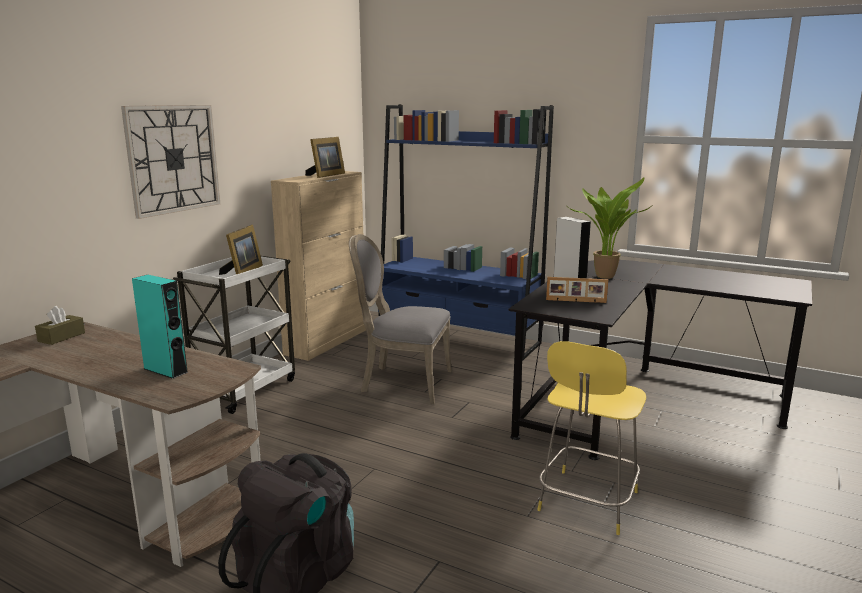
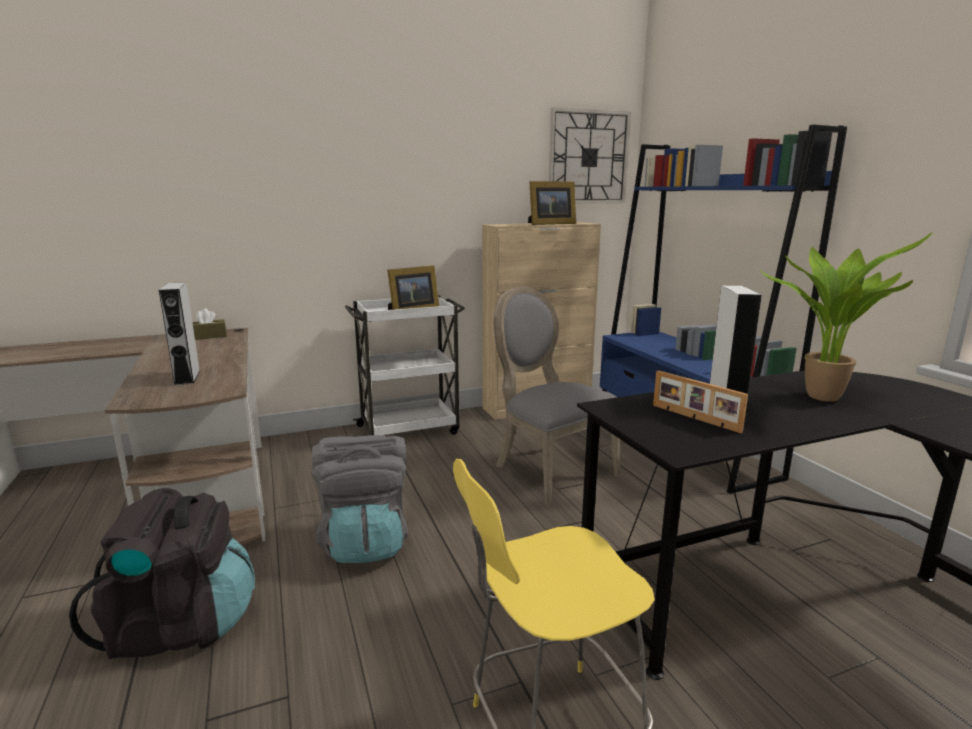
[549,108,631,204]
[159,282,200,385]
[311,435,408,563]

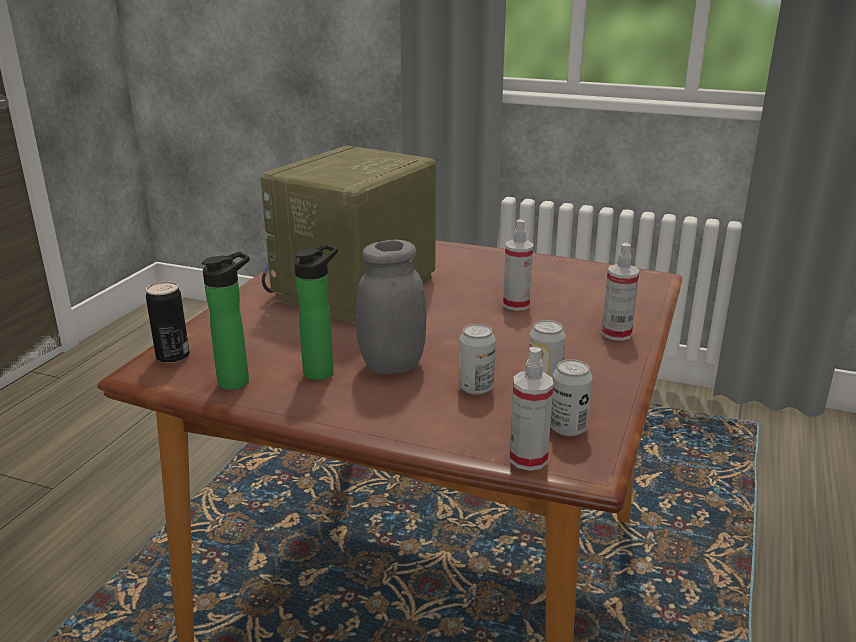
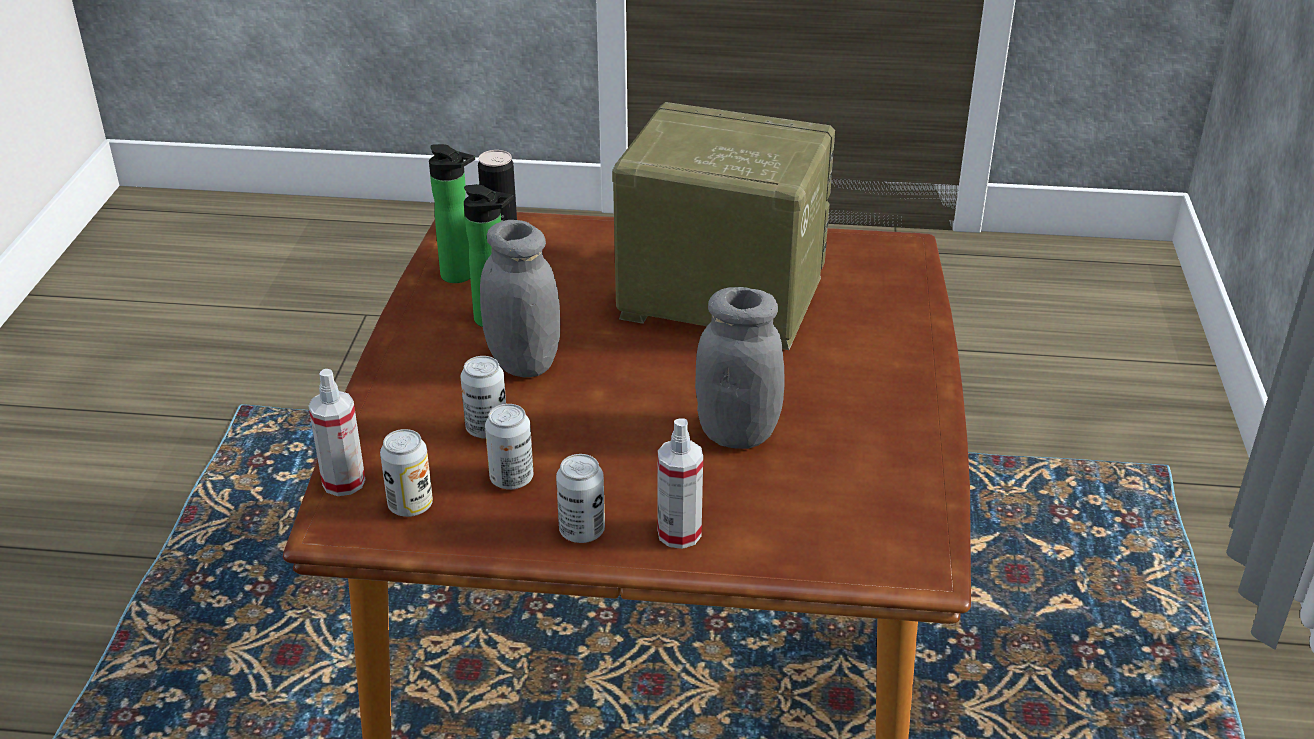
[695,287,785,449]
[556,454,605,543]

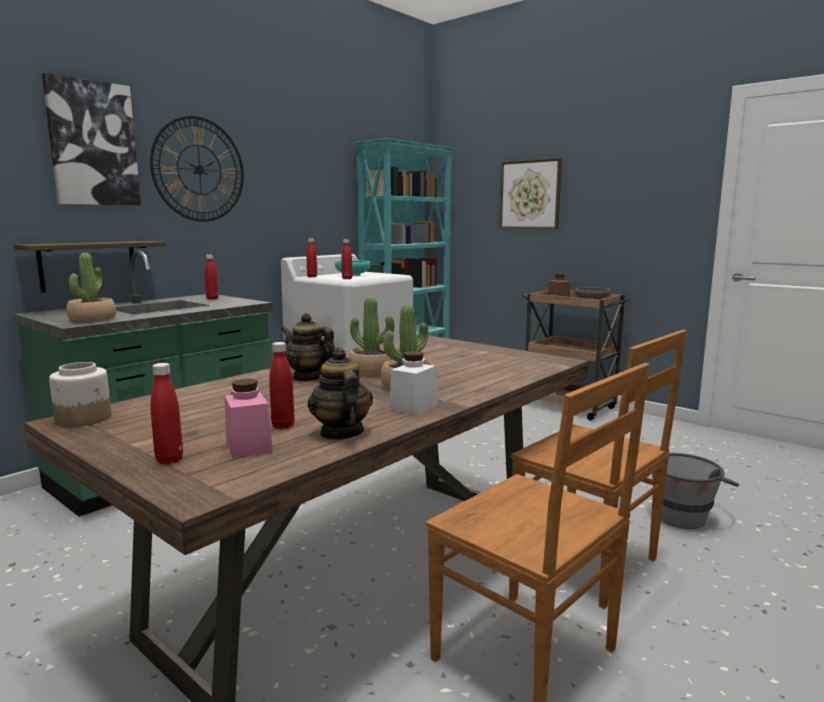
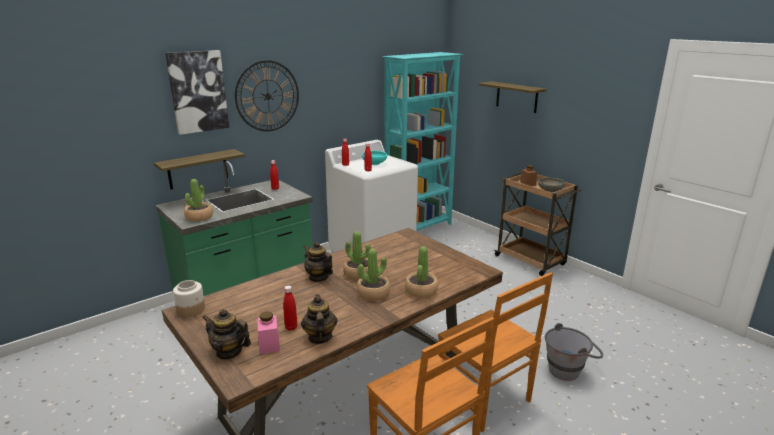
[478,81,547,113]
[390,351,437,415] (first image)
[202,309,251,360]
[405,246,438,298]

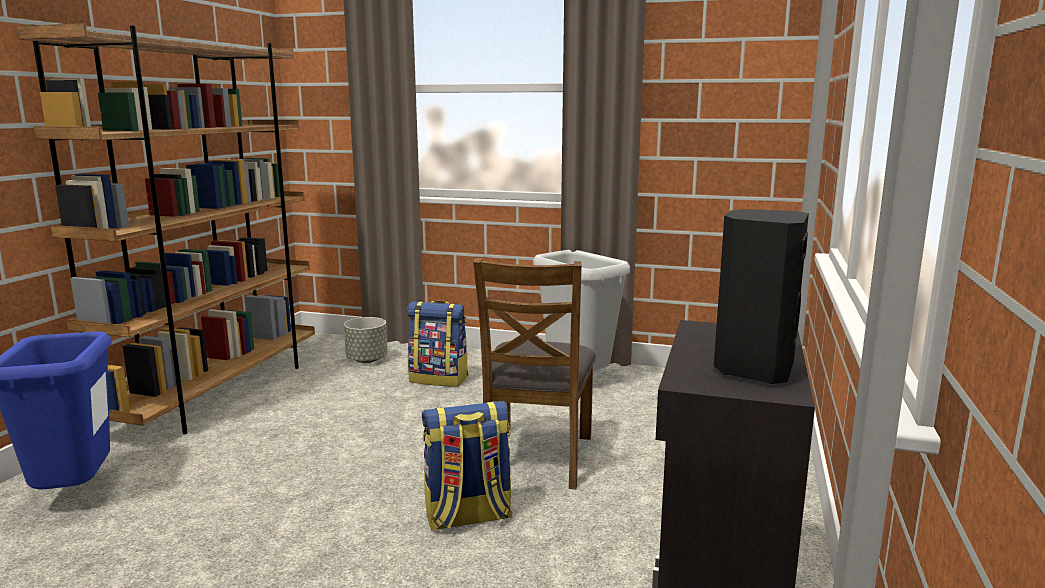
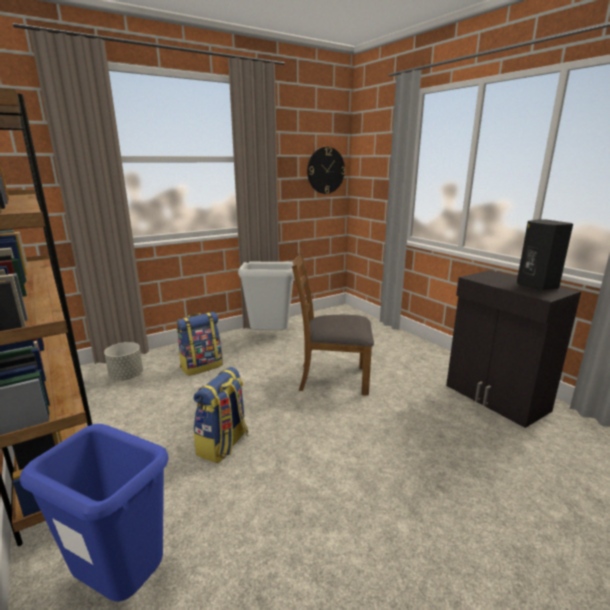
[292,252,374,396]
[193,367,248,463]
[307,147,345,194]

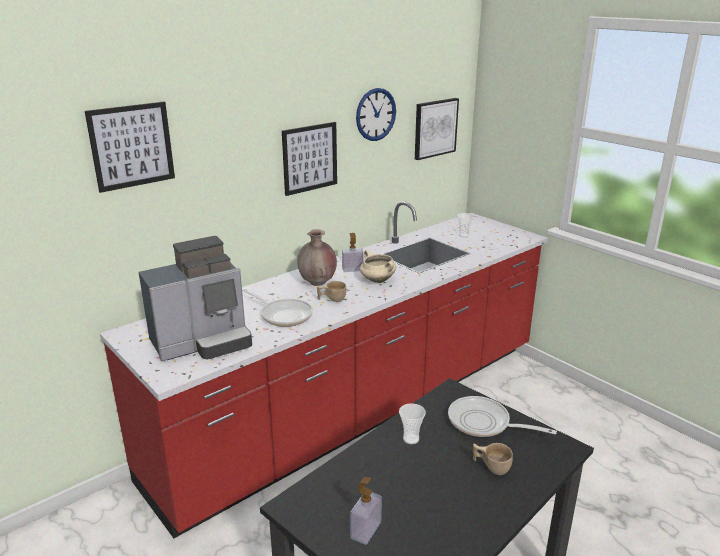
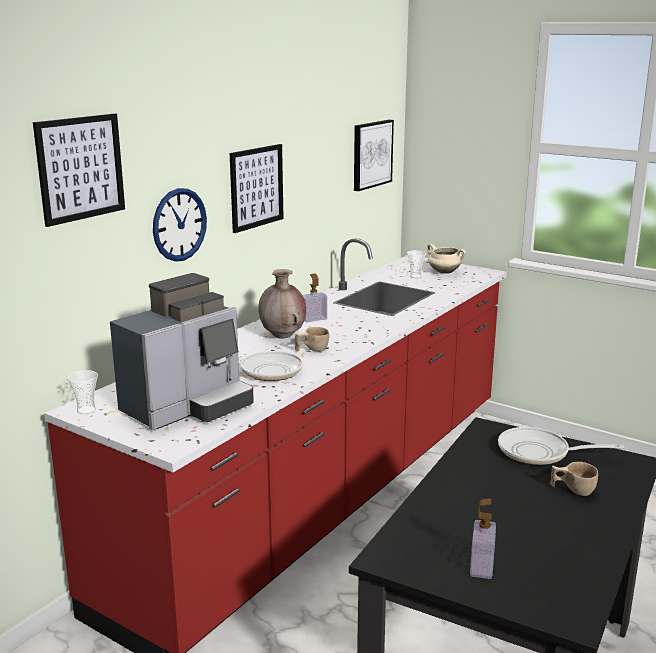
[153,188,207,262]
[427,244,466,274]
[67,370,98,414]

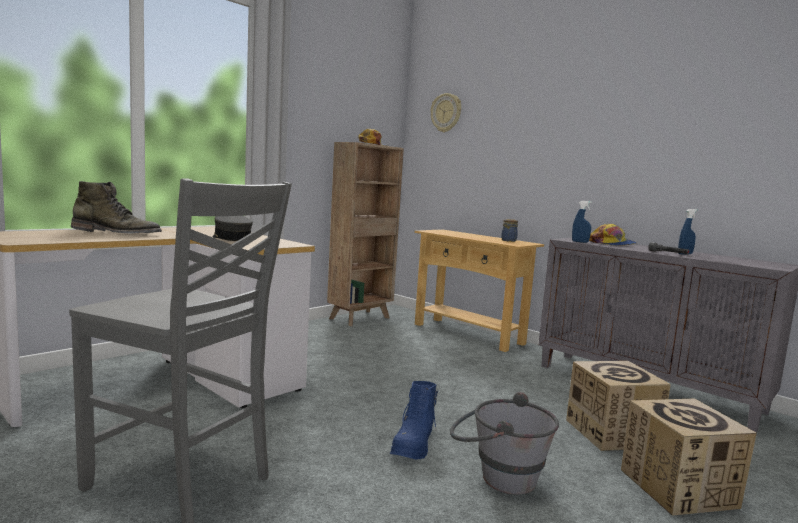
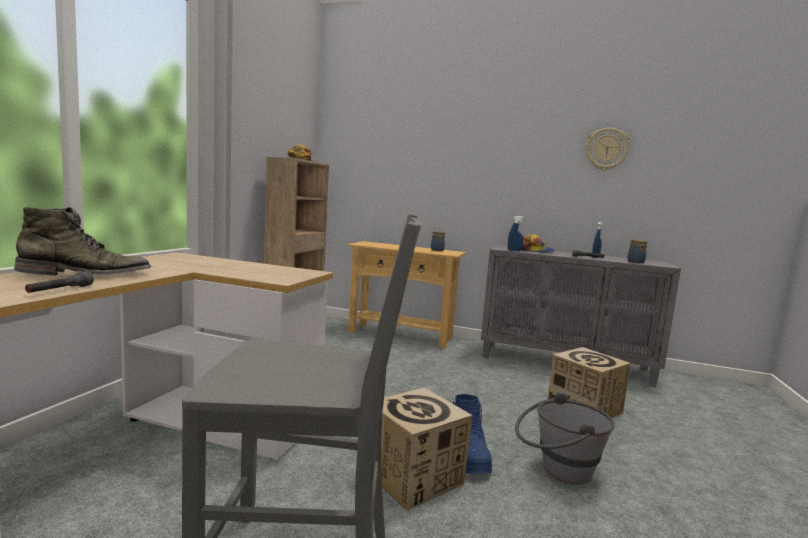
[585,128,630,170]
[212,216,253,241] (first image)
[381,388,473,511]
[627,240,647,263]
[25,271,94,293]

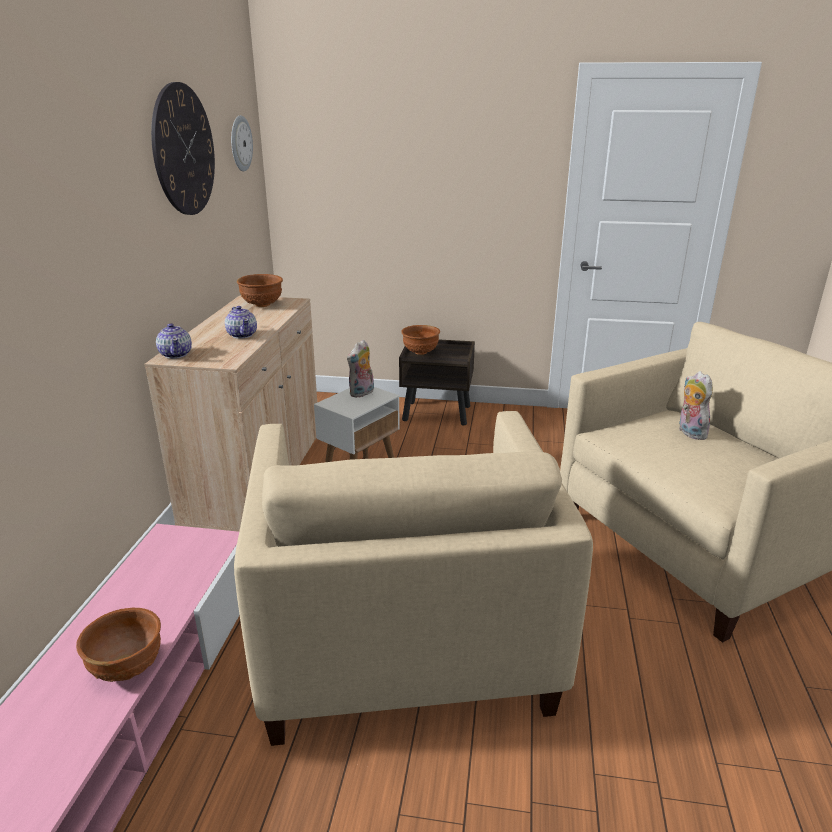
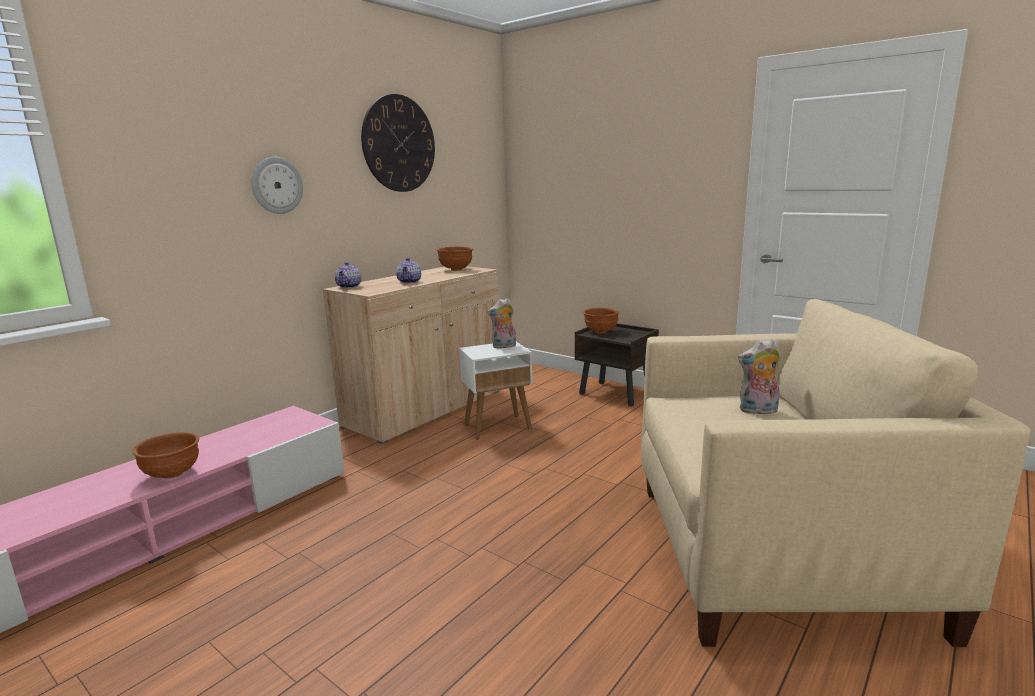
[252,157,303,214]
[738,339,780,414]
[234,411,593,746] (first image)

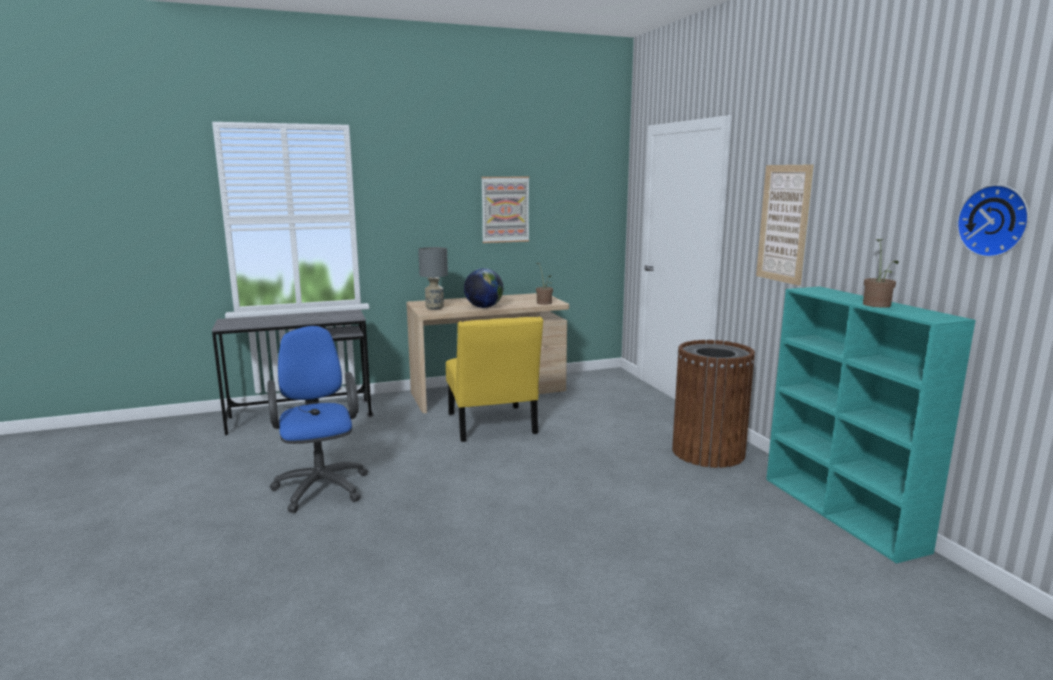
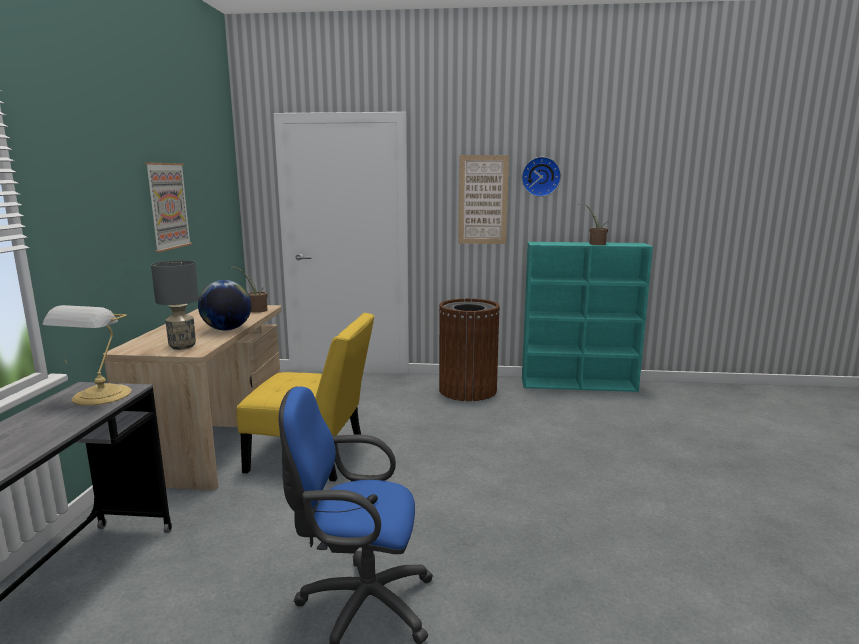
[522,157,561,197]
[42,305,132,406]

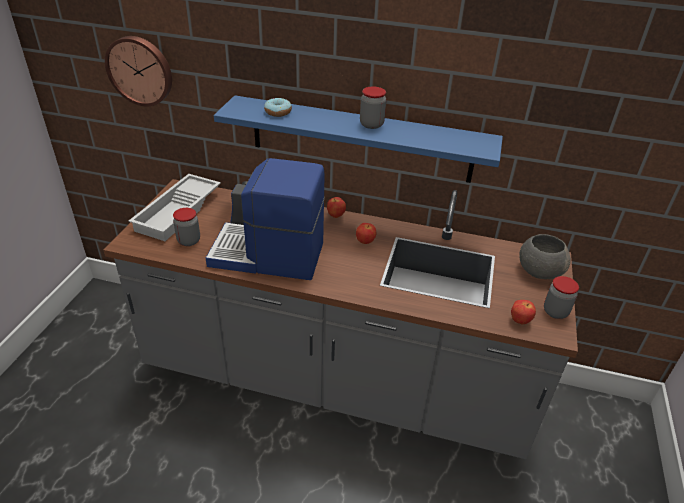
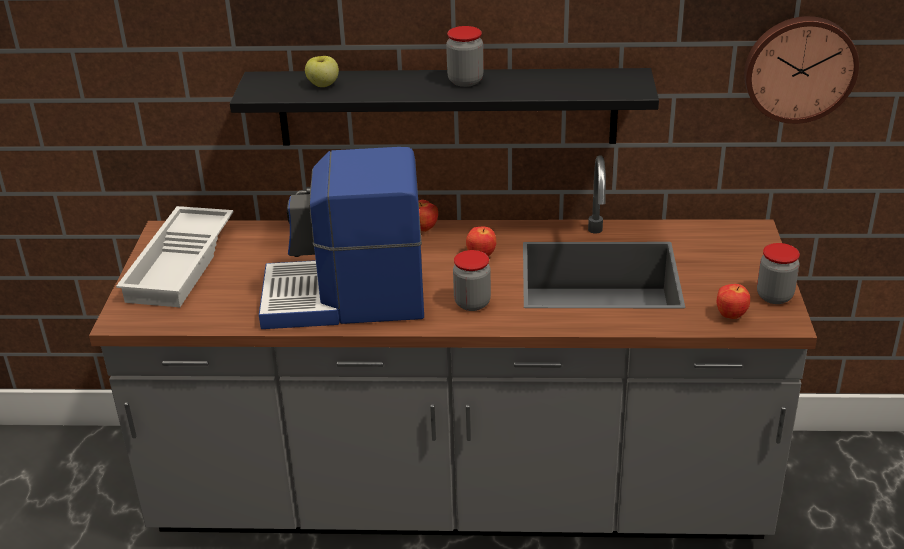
[744,16,859,124]
[230,68,659,146]
[305,56,339,87]
[453,250,491,311]
[519,234,571,279] (first image)

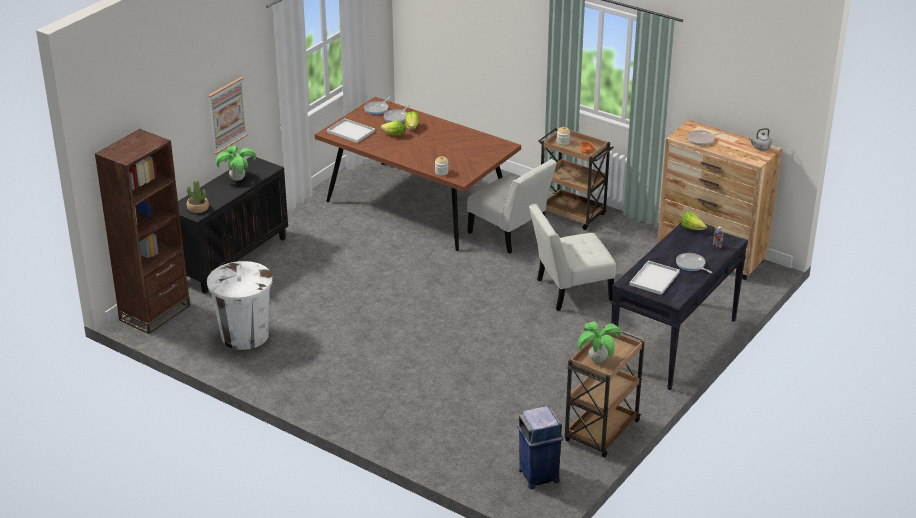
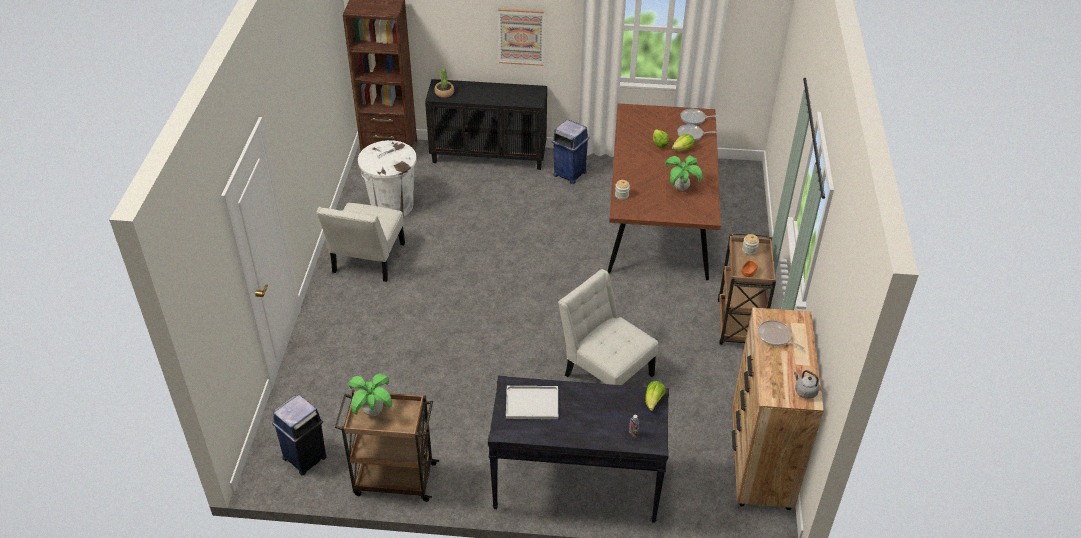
[327,119,375,143] (first image)
[665,156,703,191]
[316,203,405,282]
[676,253,712,273] (first image)
[552,120,589,184]

